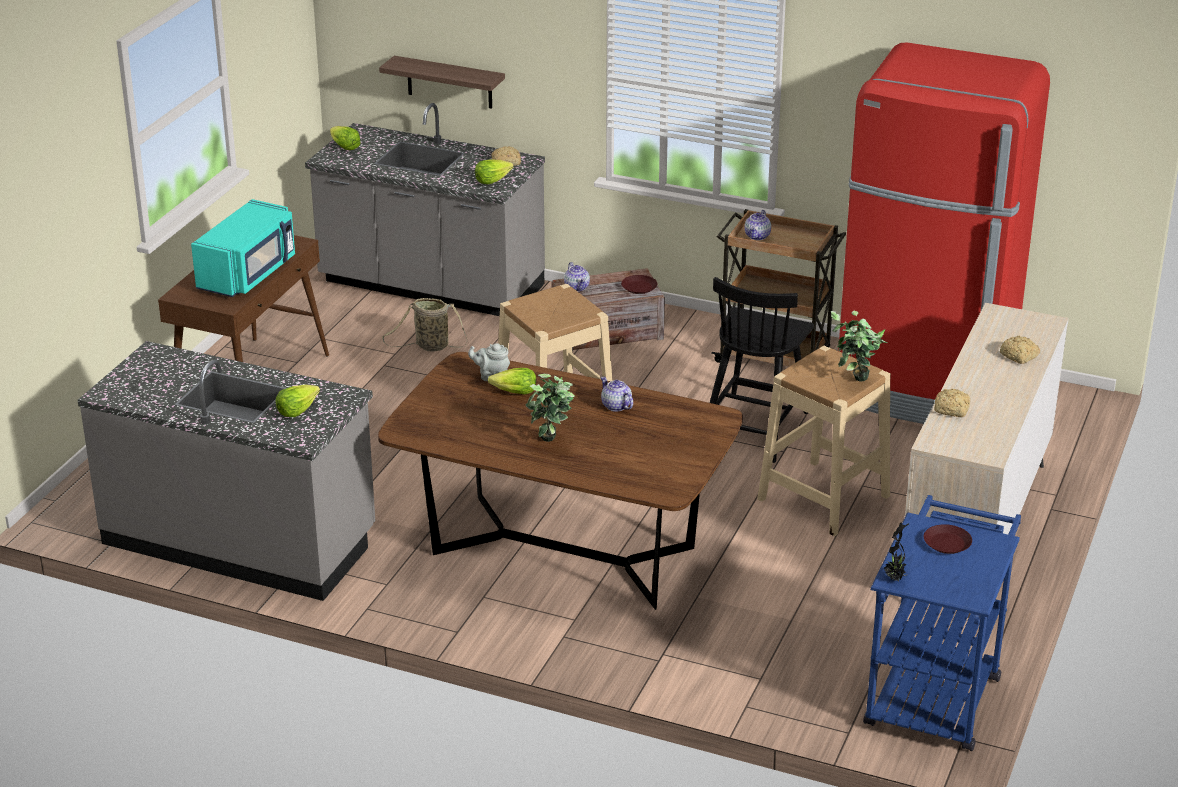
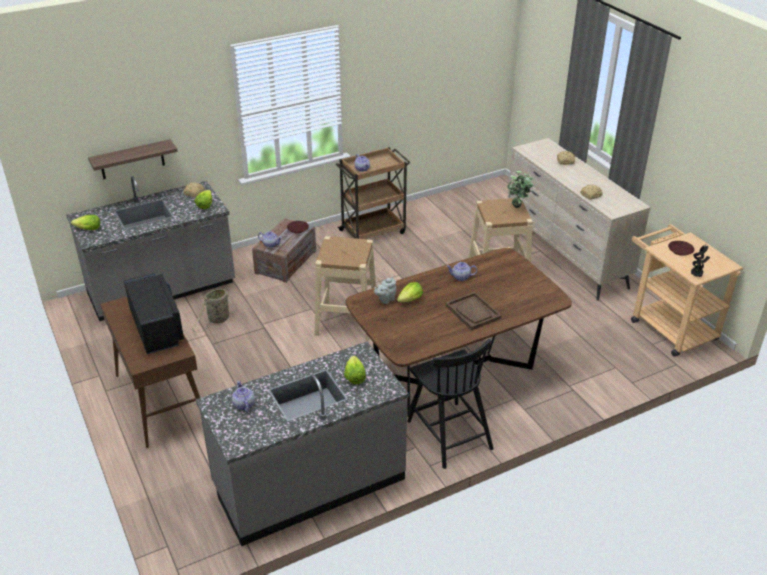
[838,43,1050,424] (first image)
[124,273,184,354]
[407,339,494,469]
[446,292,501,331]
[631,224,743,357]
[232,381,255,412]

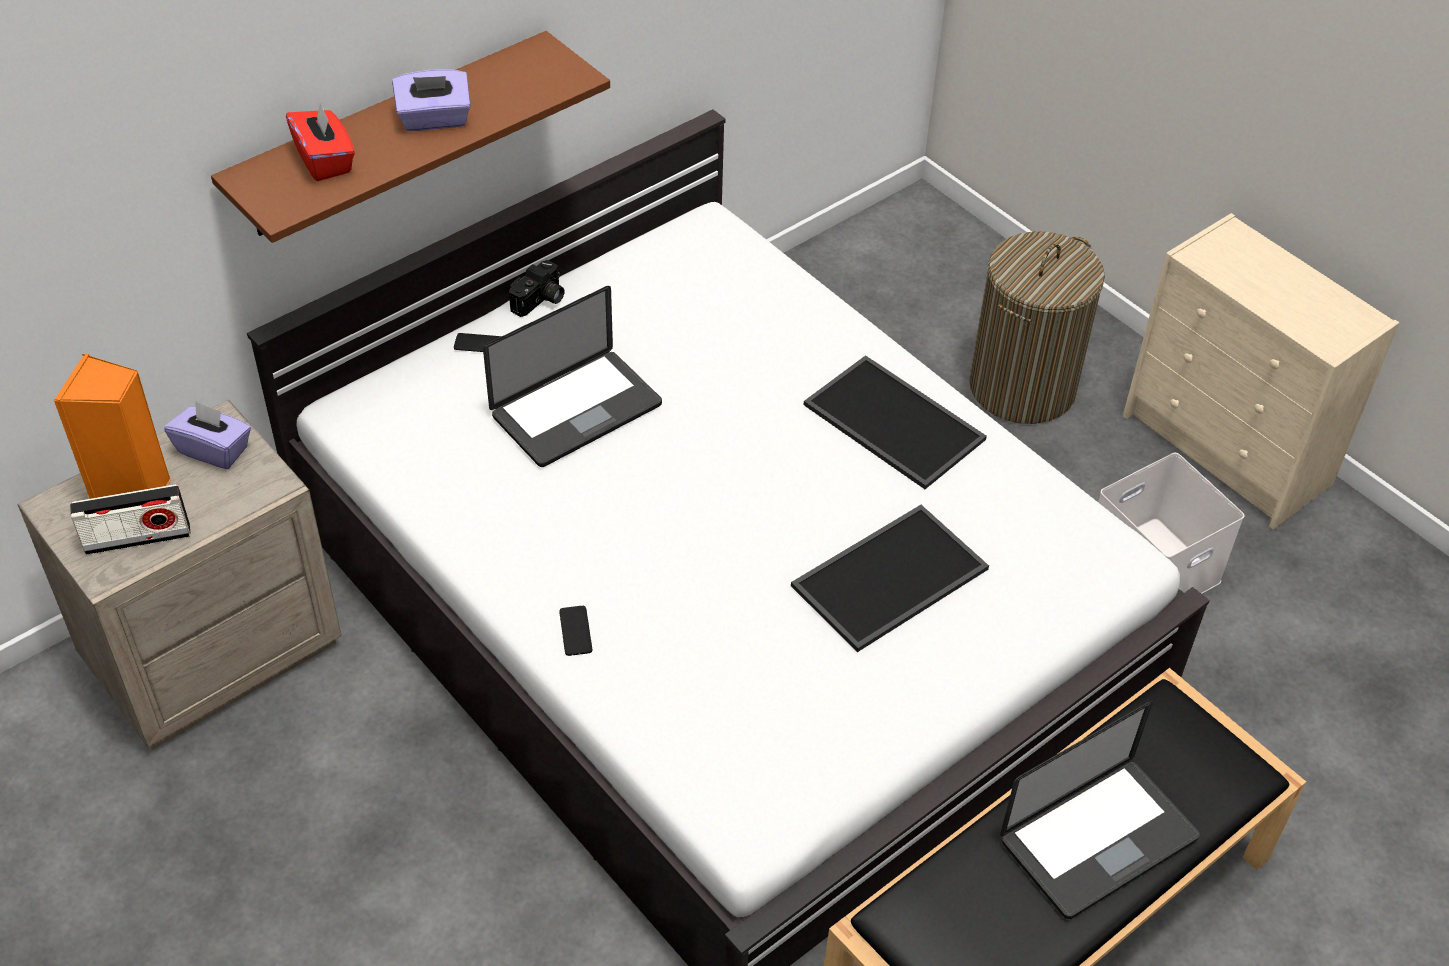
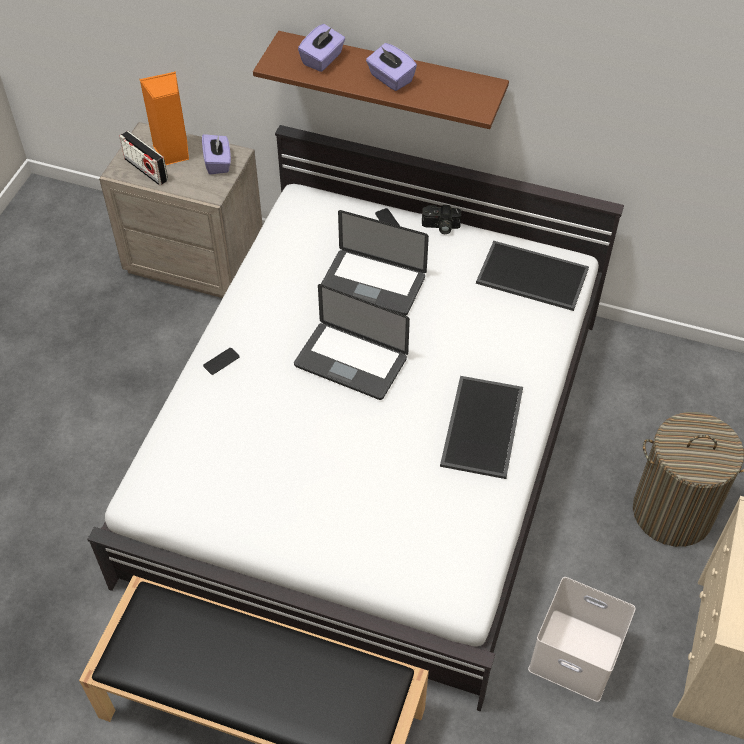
[298,24,345,72]
[476,241,589,311]
[294,284,410,400]

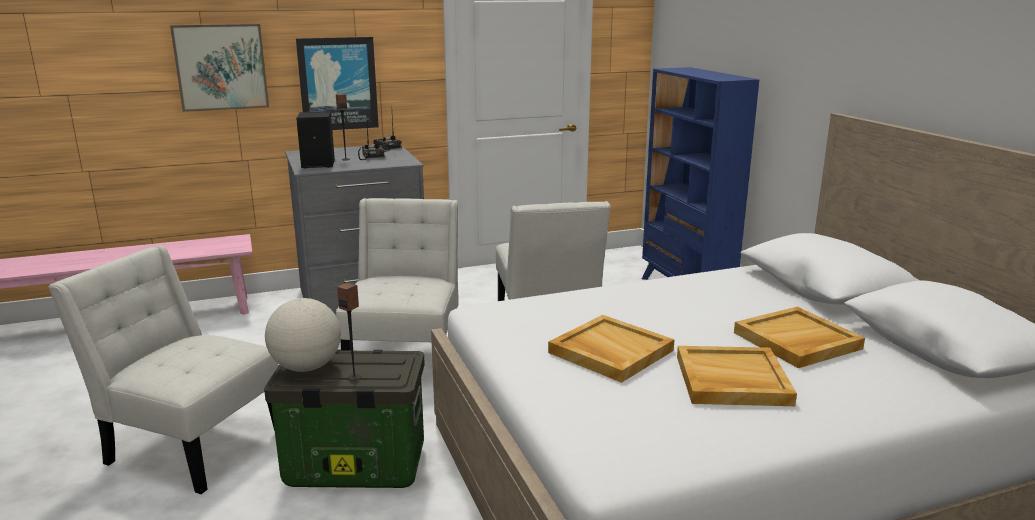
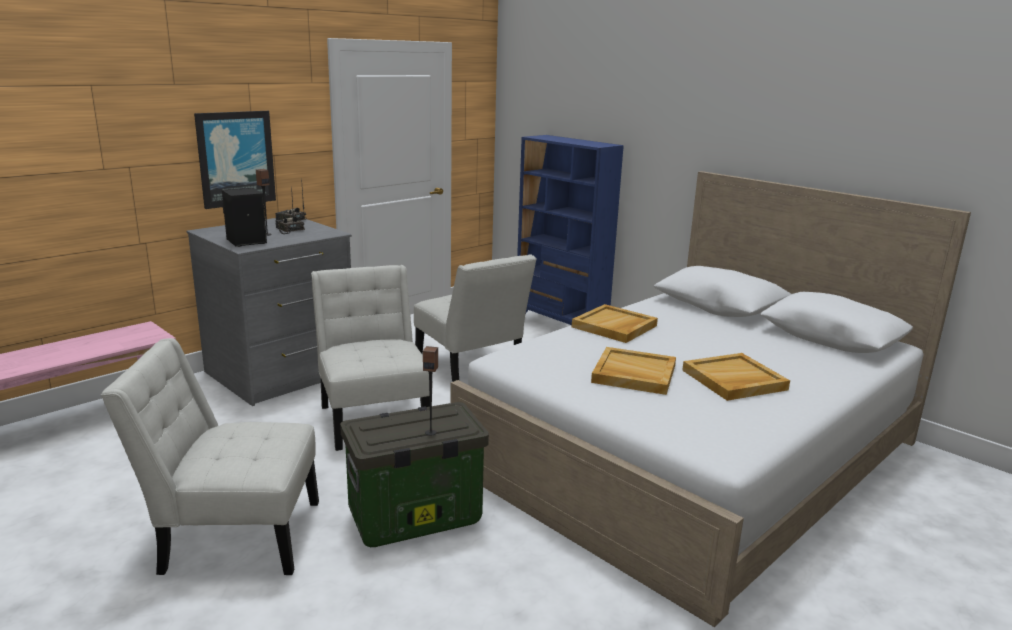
[170,24,269,112] (first image)
[265,298,341,372] (first image)
[572,304,658,343]

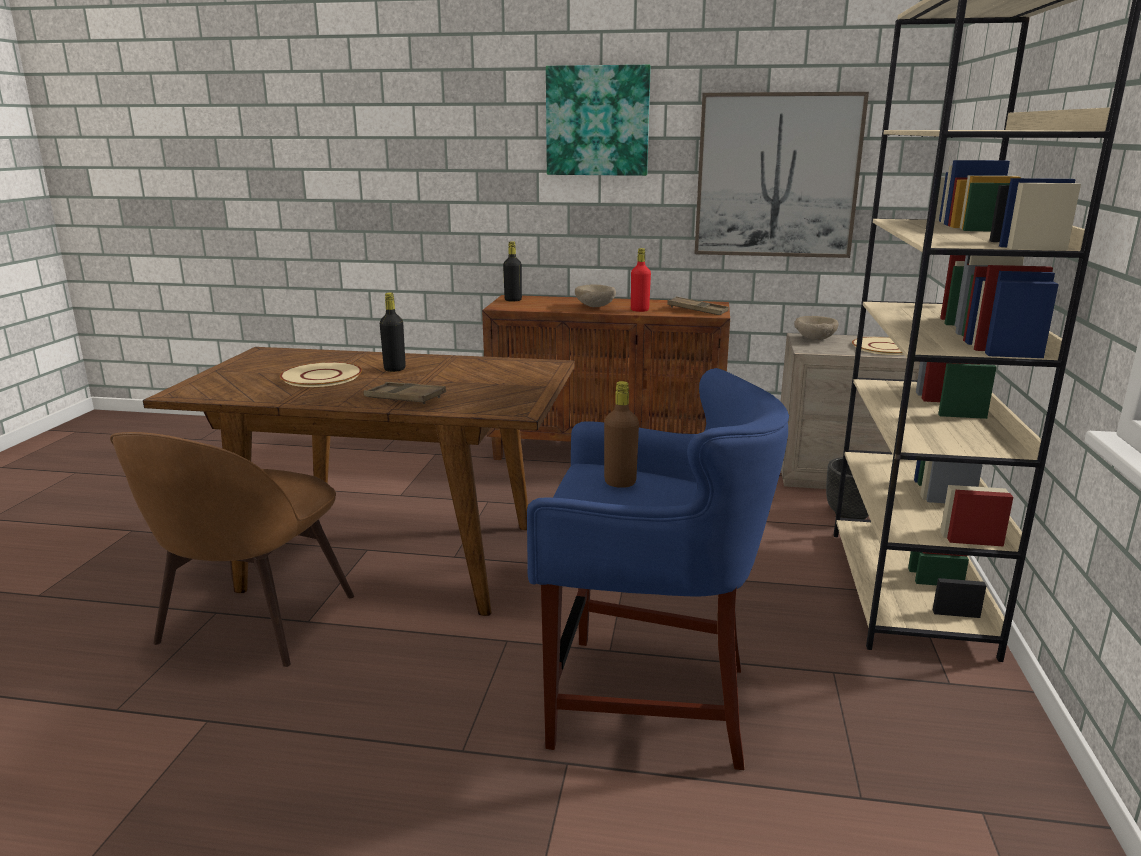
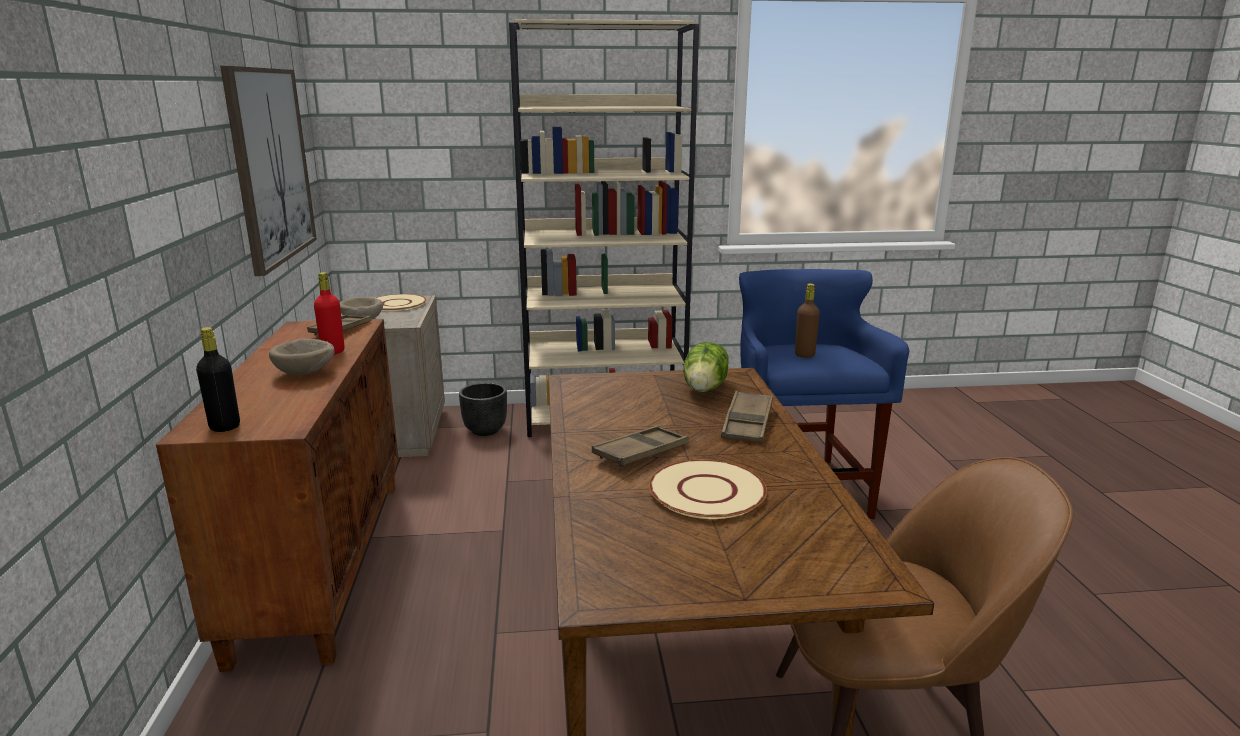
[546,65,651,176] (first image)
[592,426,689,468]
[683,342,729,392]

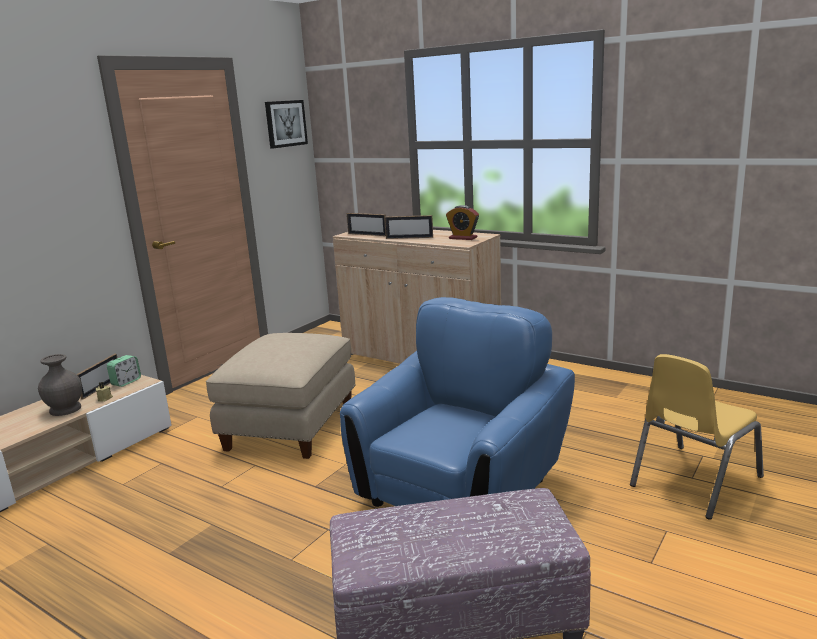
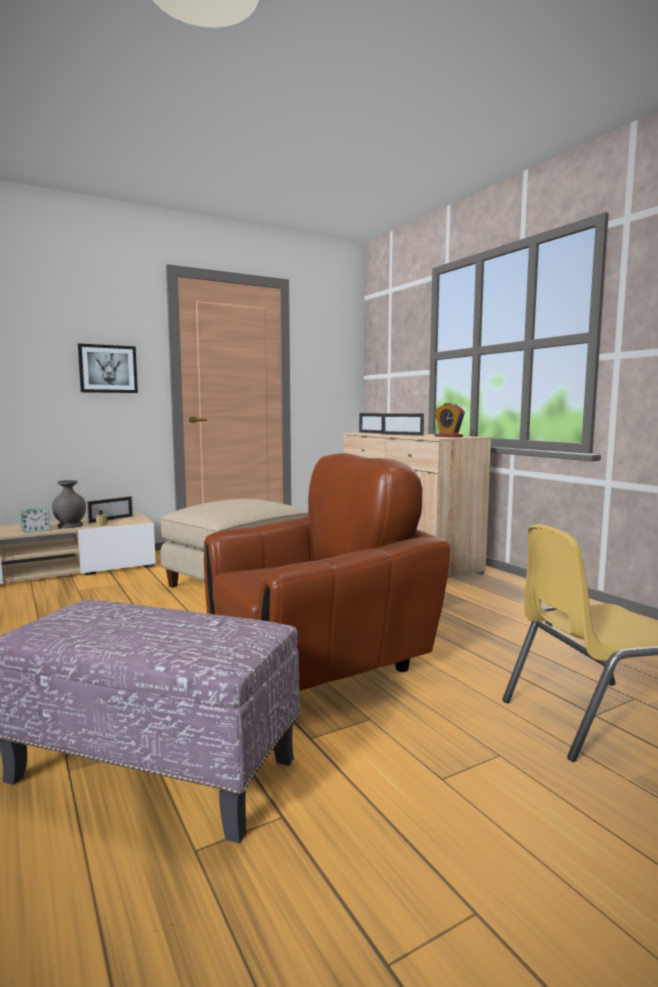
[78,343,138,393]
[204,453,450,691]
[20,507,50,533]

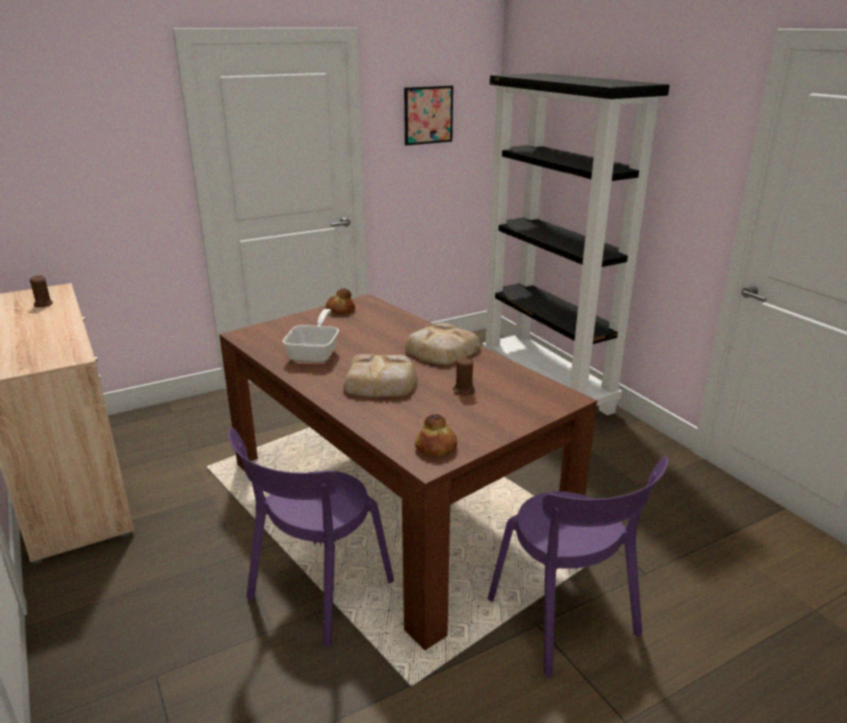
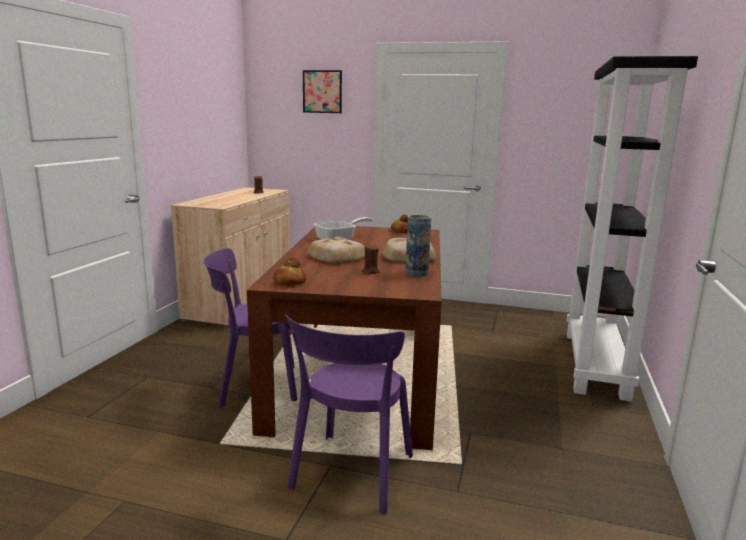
[303,70,342,113]
[405,215,431,277]

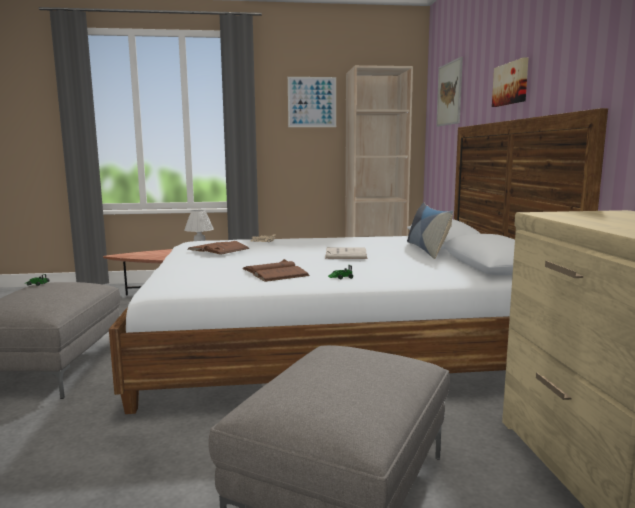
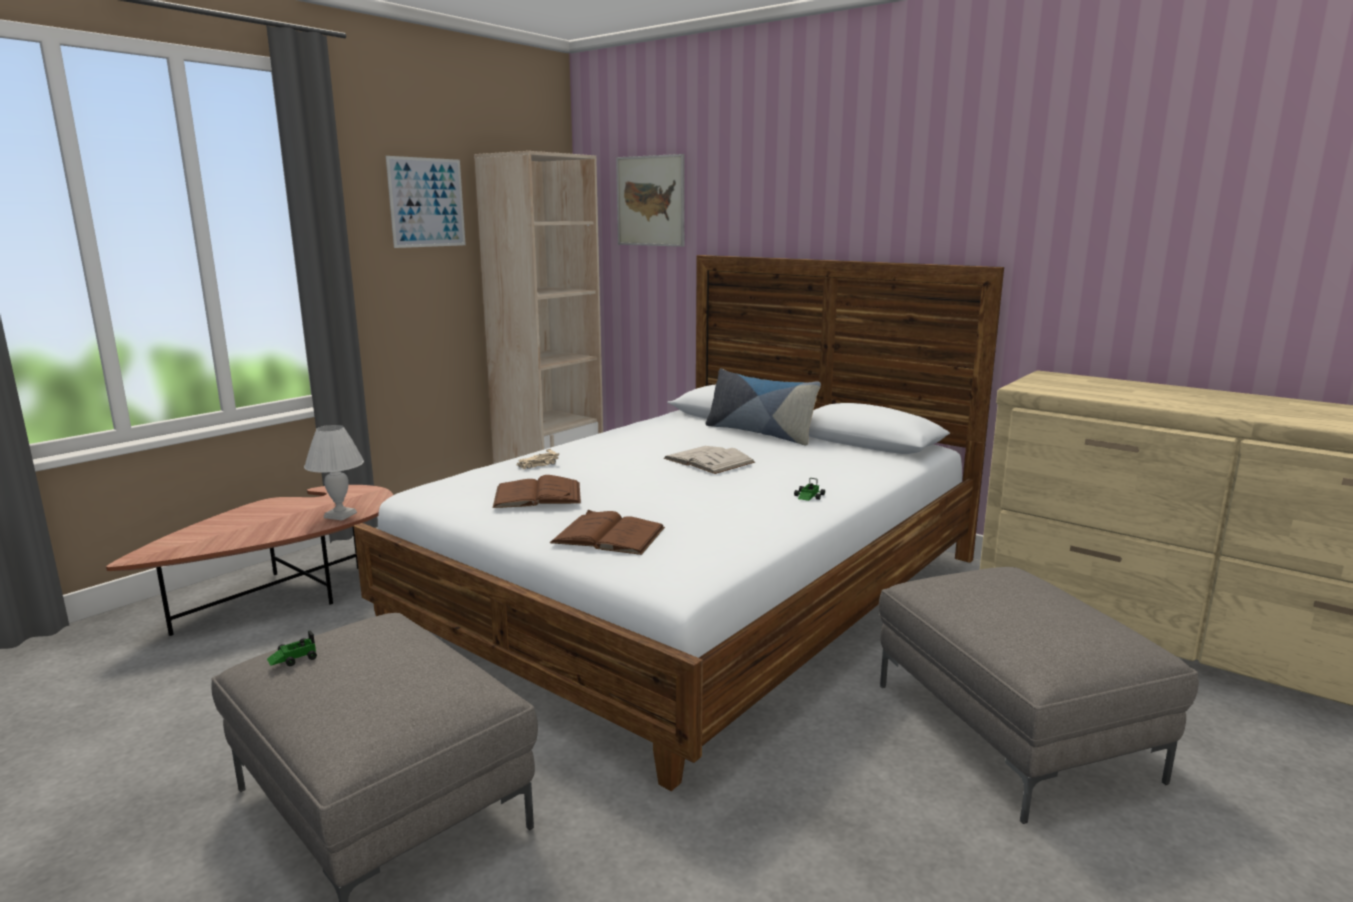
[492,58,529,107] (first image)
[550,510,665,555]

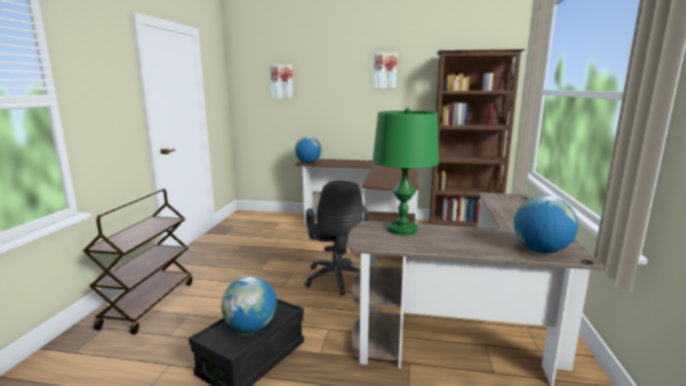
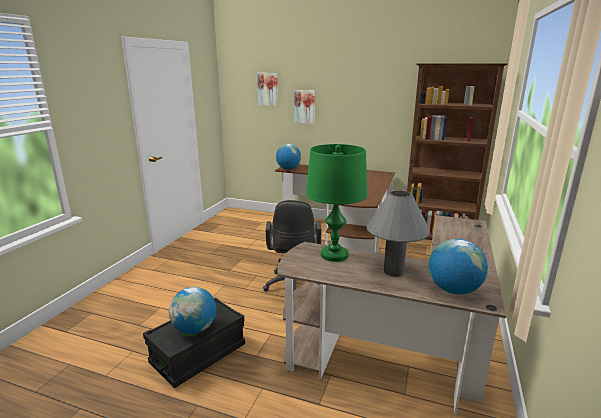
[294,90,315,124]
[83,189,193,335] (first image)
[366,190,430,277]

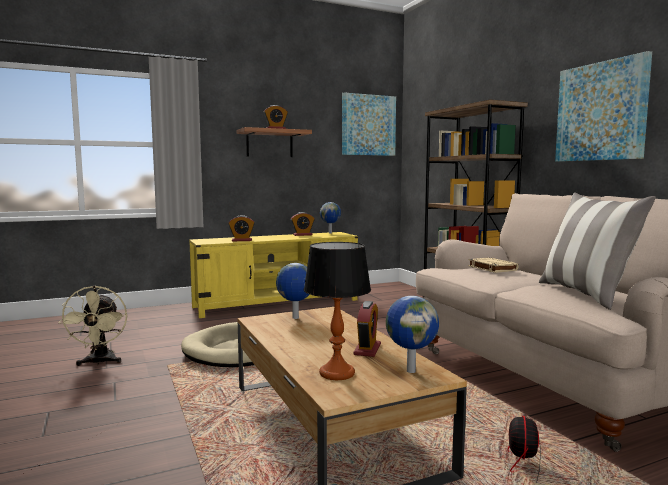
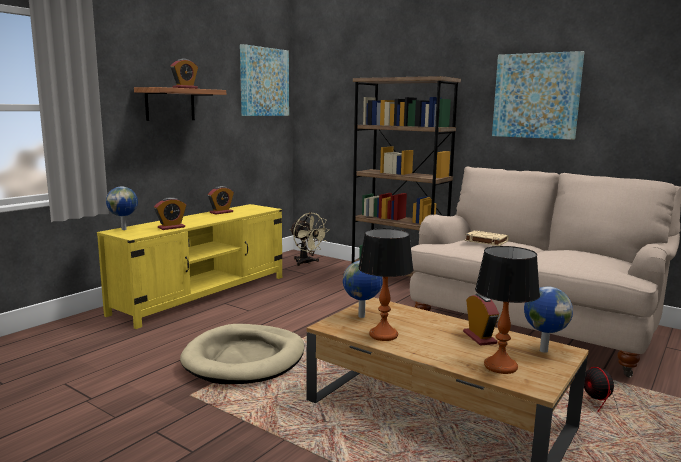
[539,193,656,310] (first image)
[106,186,138,230]
[290,212,330,266]
[358,228,414,341]

